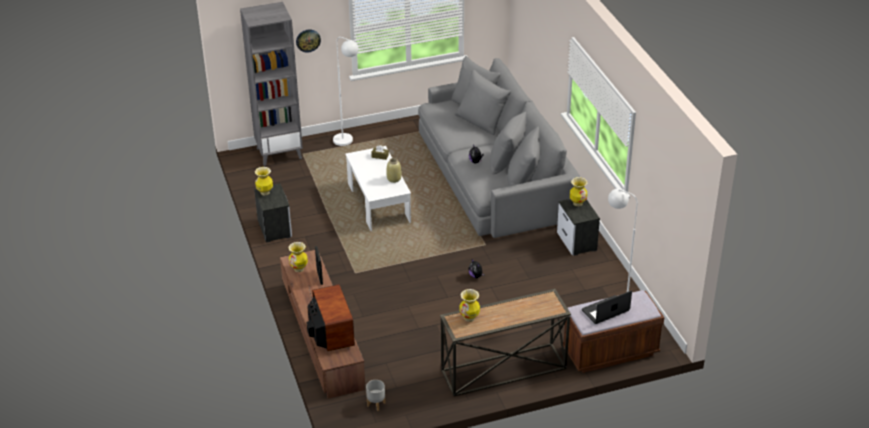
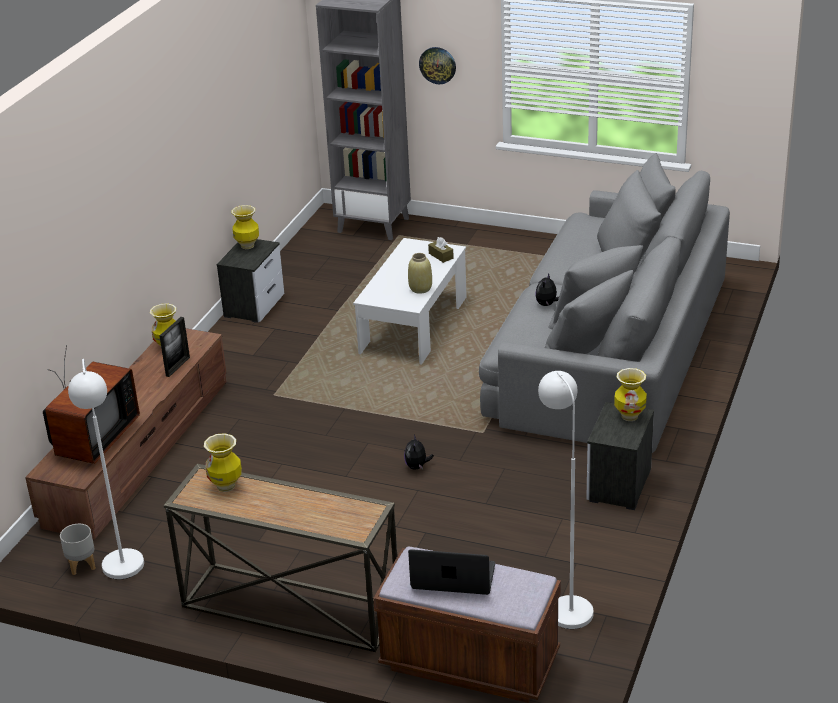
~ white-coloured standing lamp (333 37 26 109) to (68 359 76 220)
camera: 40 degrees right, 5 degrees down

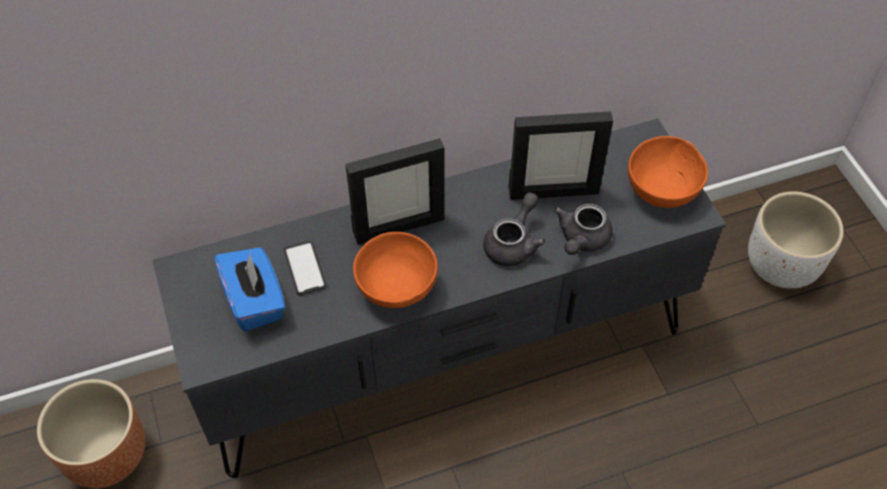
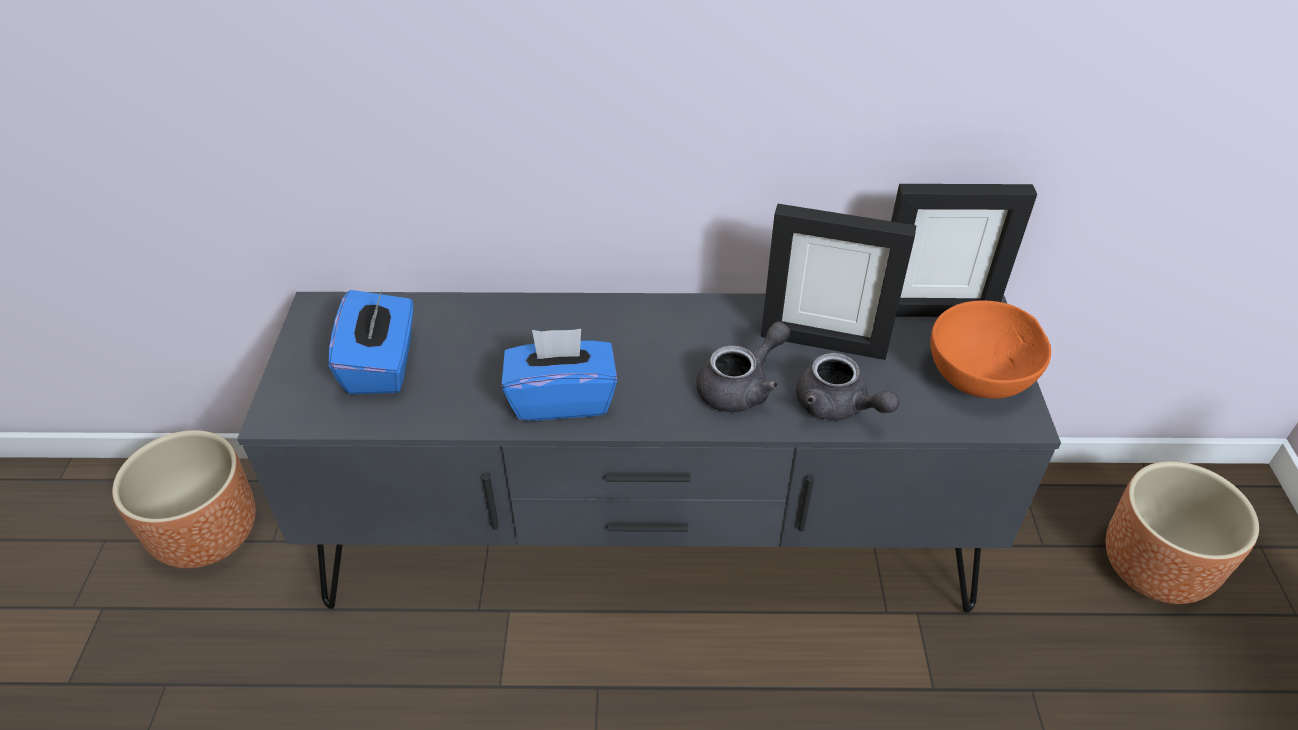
- handset (284 241 42 54)
~ standing frame (345 138 99 107) to (891 184 146 133)
~ orange-coloured serving bowl (353 232 85 76) to blue-coloured tissue box (502 329 116 92)
~ grey teapot (554 204 59 51) = (796 353 103 68) 90 degrees counterclockwise
~ white-coloured plant pot (748 191 96 98) to brown-coloured plant pot (1106 461 153 143)
camera: 20 degrees right, 10 degrees down

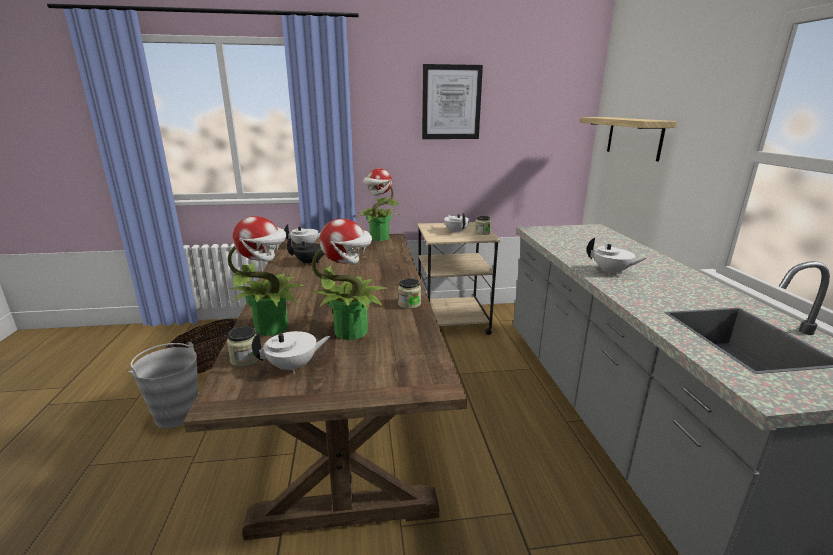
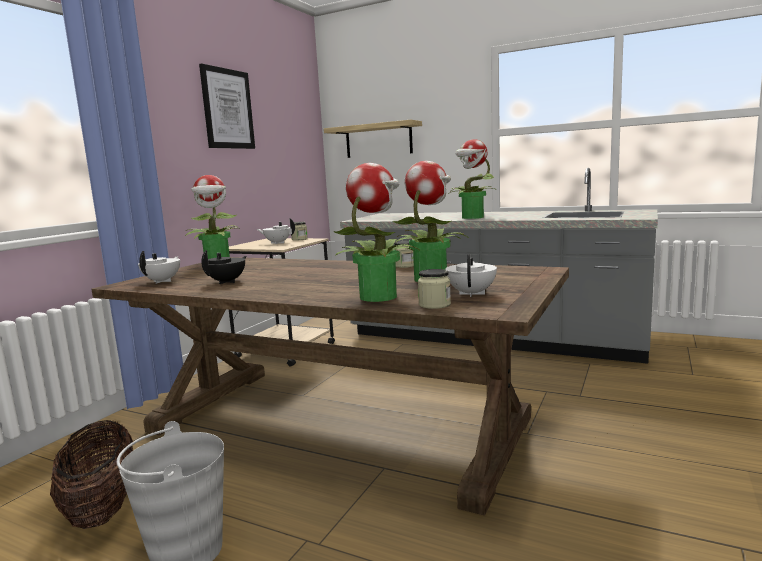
~ white-coloured teapot (587 238 60 37) to houseplant (448 139 47 80)
camera: 55 degrees left, 10 degrees down

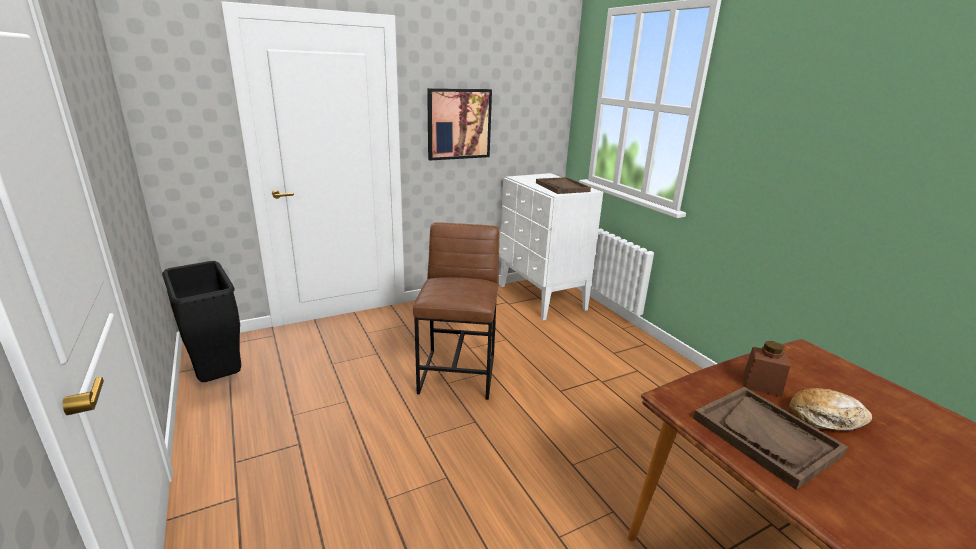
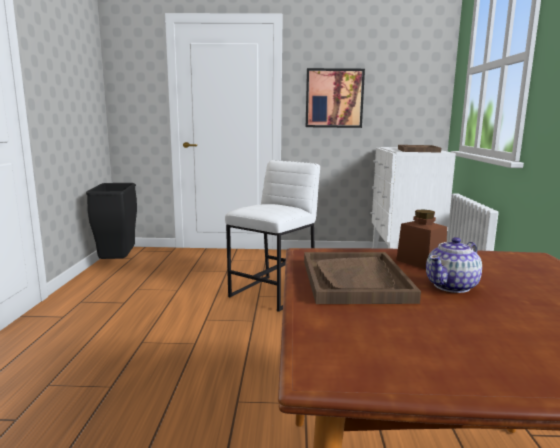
~ brown-coloured plain chair (413 222 87 178) to white-coloured plain chair (225 160 95 152)
~ bakery bread (789 388 83 43) to teapot (426 237 56 56)
camera: 30 degrees right, 10 degrees down

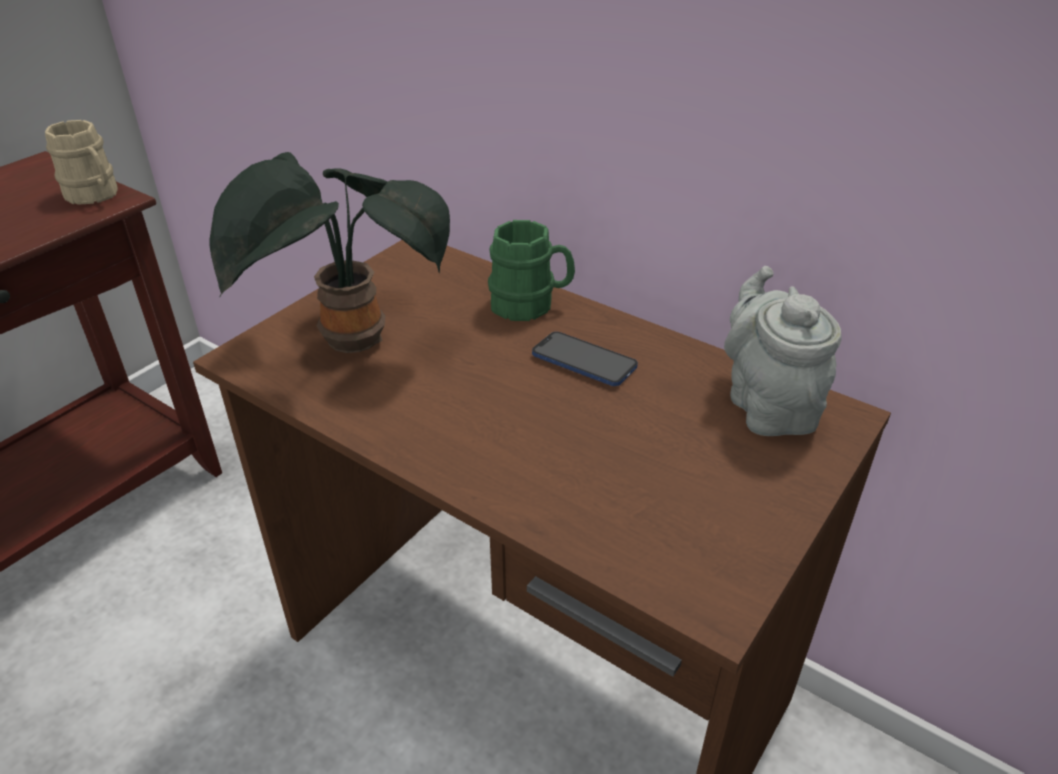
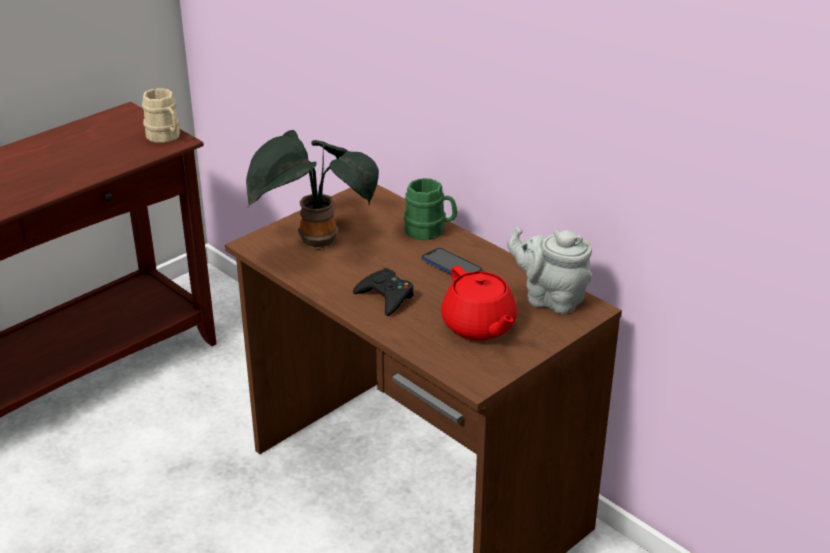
~ grey teapot (724 266 117 170) = (507 227 85 87) 60 degrees counterclockwise
+ blackish joypad (353 268 61 48)
+ red-coloured teapot (441 266 76 74)
camera: 10 degrees right, 5 degrees down

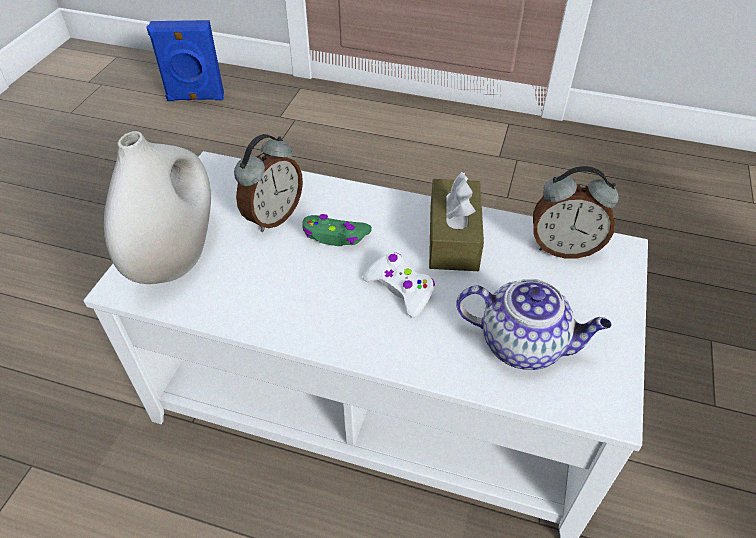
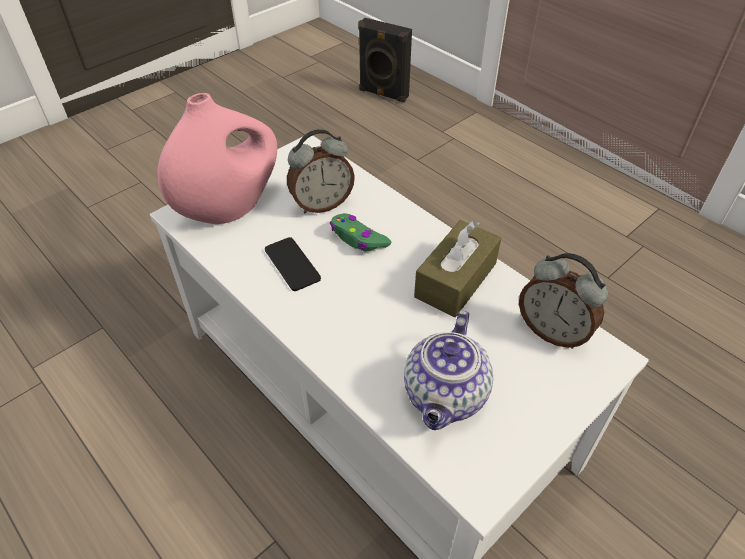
~ white-coloured vase (104 131 107 153) to pink vase (158 93 119 131)
~ blue-coloured loudspeaker (146 20 78 81) to blackish loudspeaker (358 18 54 84)
- white-coloured joypad (363 252 72 66)
~ teapot (456 279 155 91) = (404 310 89 120) 60 degrees clockwise
+ handset (265 237 56 54)
camera: 30 degrees right, 0 degrees up

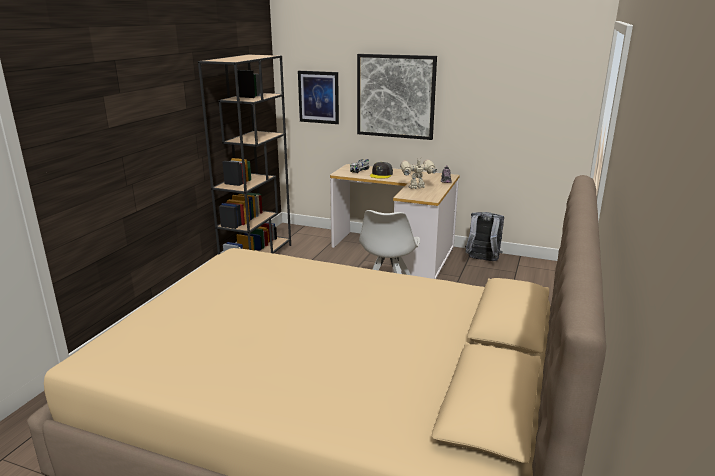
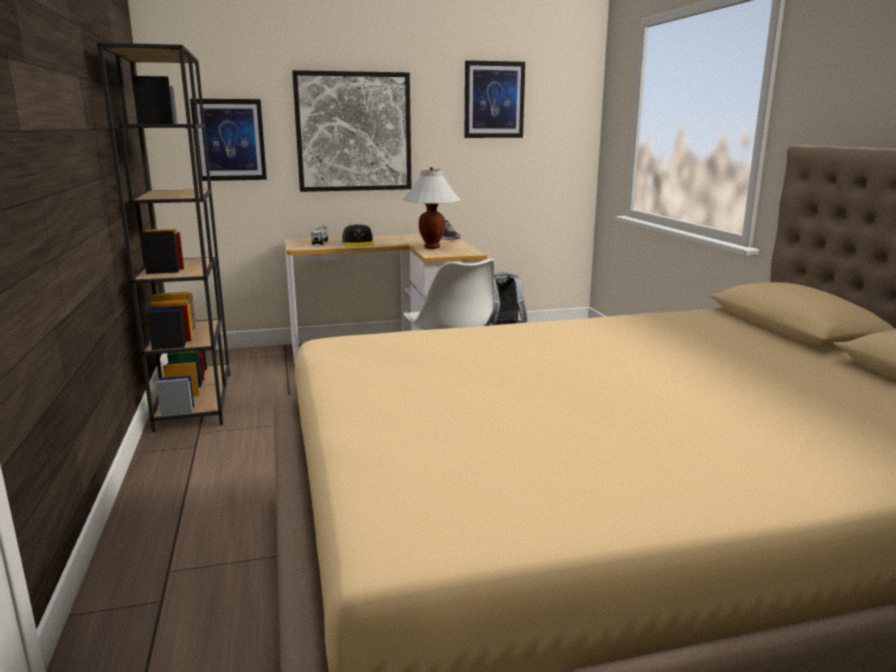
~ toy robot (400 159 37 30) to white-coloured tabletop lamp (403 167 58 82)
+ wall art (465 60 60 78)
camera: 35 degrees left, 5 degrees down

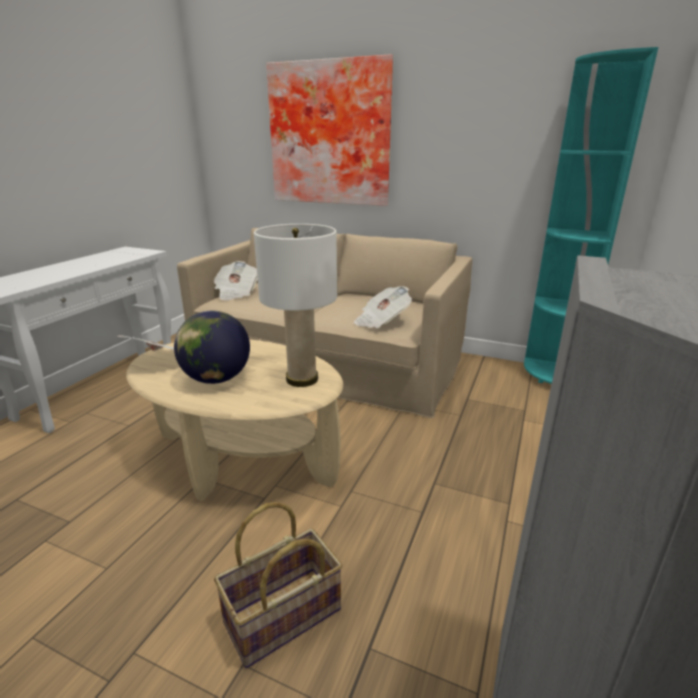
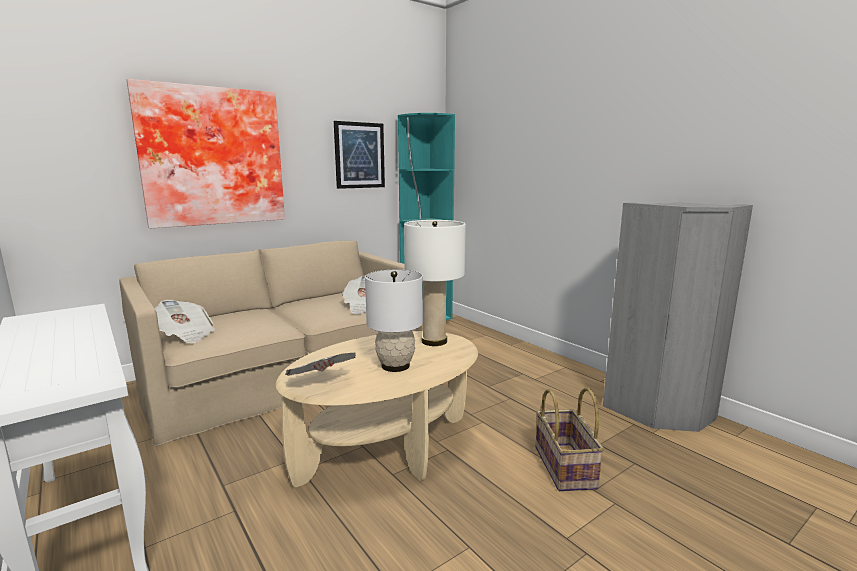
~ world globe (174 311 76 73) to white-coloured tabletop lamp (365 270 58 102)
+ wall art (334 121 51 68)
camera: 60 degrees left, 10 degrees down

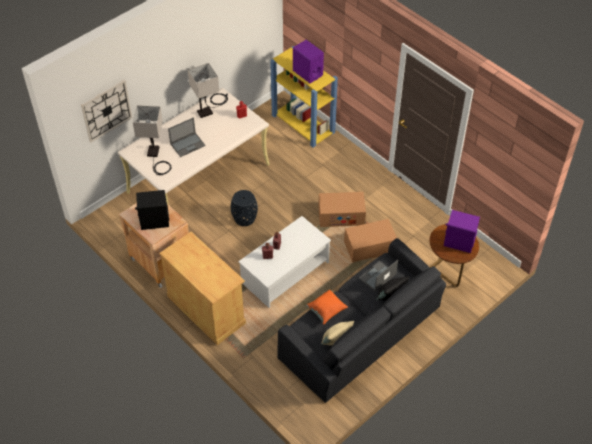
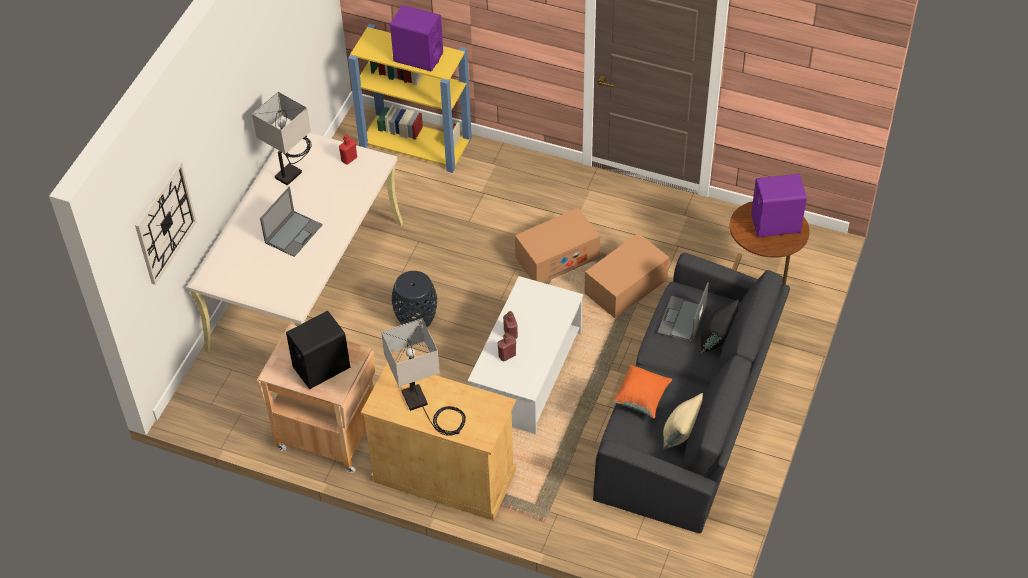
~ tabletop lamp (133 105 39 70) to (381 318 85 118)
camera: 25 degrees left, 0 degrees up

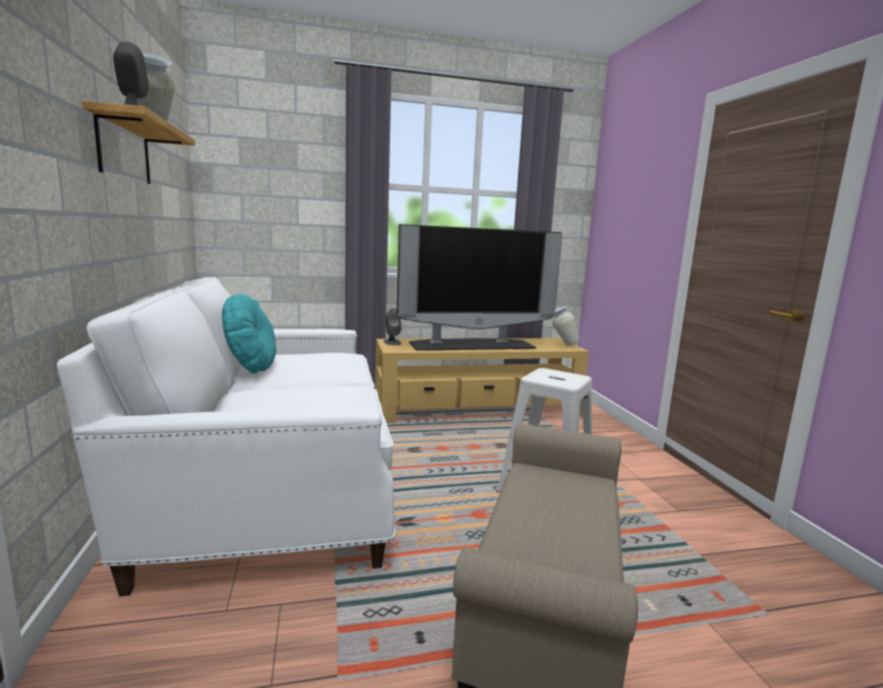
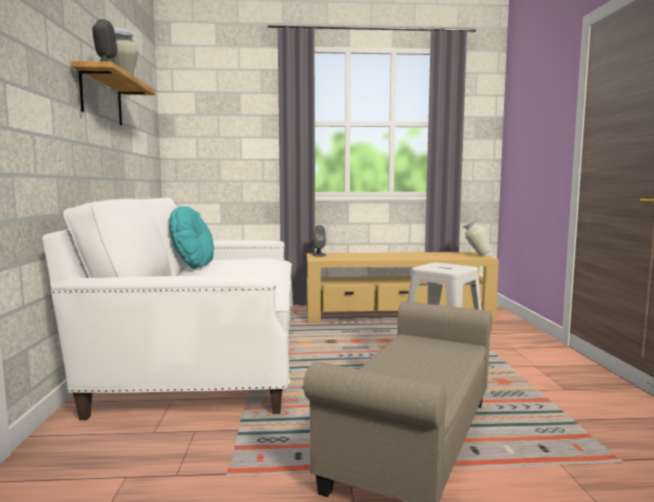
- TV (397 224 166 127)
camera: 10 degrees right, 5 degrees down

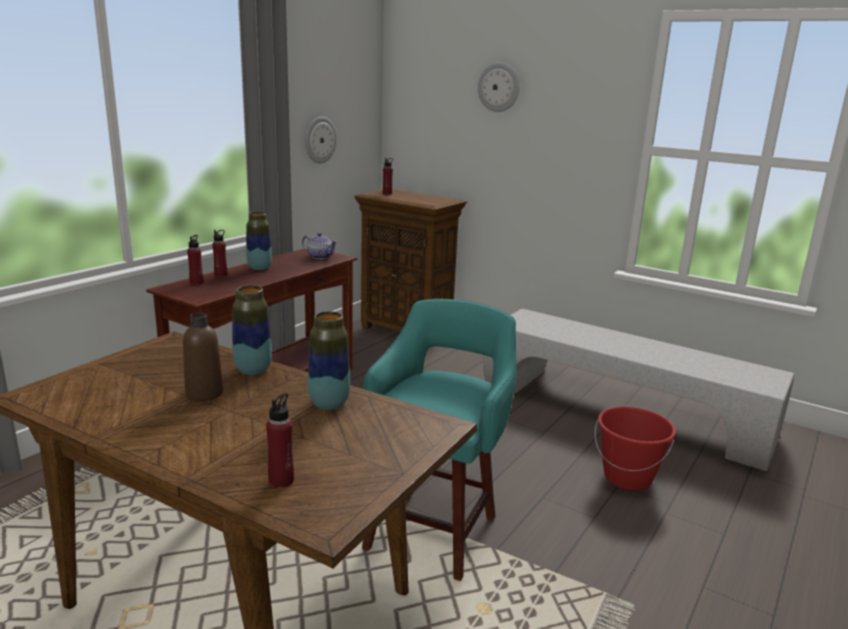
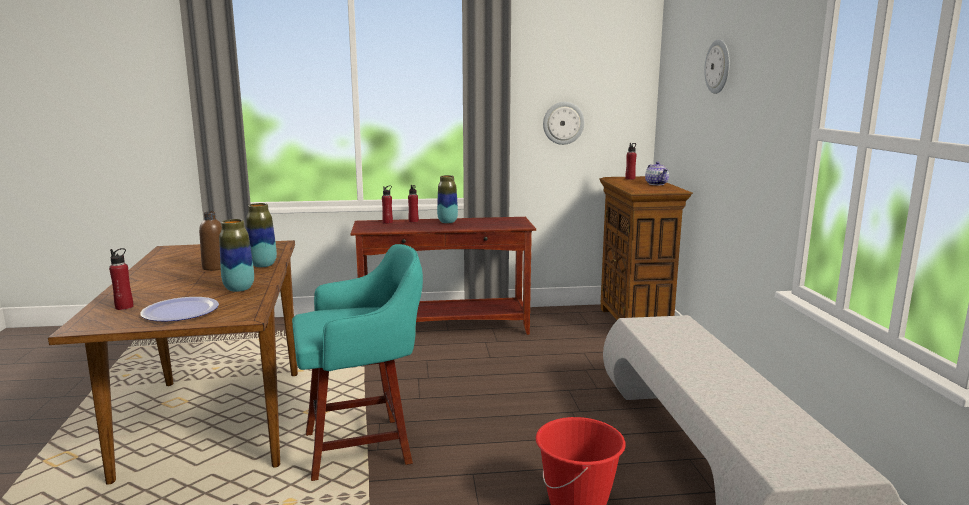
~ teapot (302 233 36 26) to (645 162 24 23)
+ flat dish (140 297 79 24)
camera: 50 degrees right, 5 degrees down

